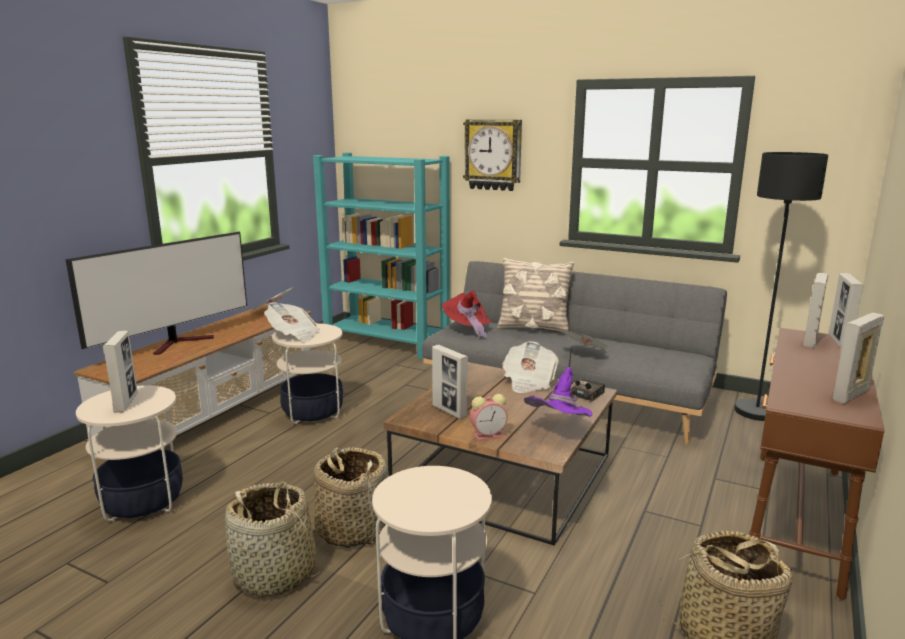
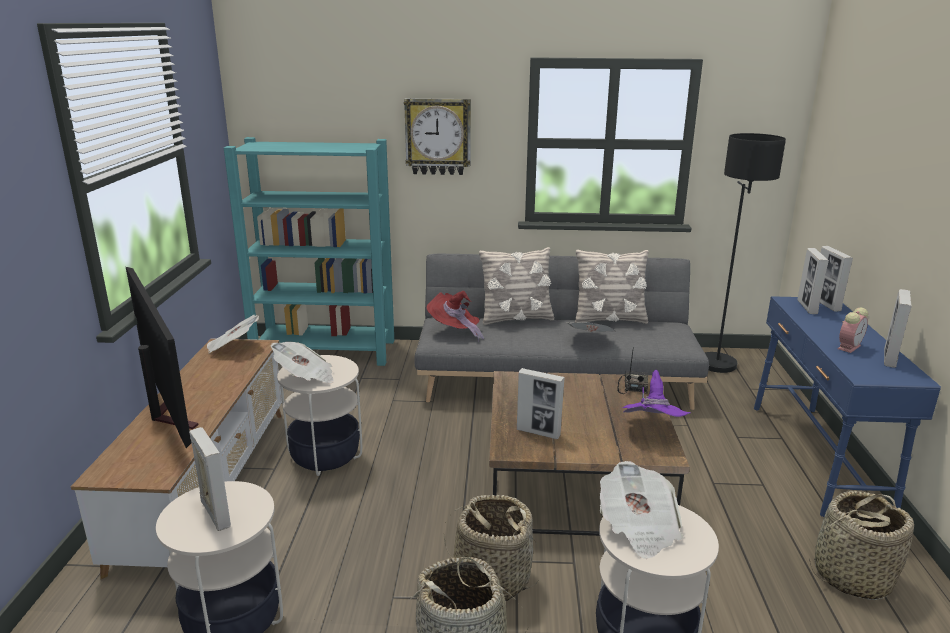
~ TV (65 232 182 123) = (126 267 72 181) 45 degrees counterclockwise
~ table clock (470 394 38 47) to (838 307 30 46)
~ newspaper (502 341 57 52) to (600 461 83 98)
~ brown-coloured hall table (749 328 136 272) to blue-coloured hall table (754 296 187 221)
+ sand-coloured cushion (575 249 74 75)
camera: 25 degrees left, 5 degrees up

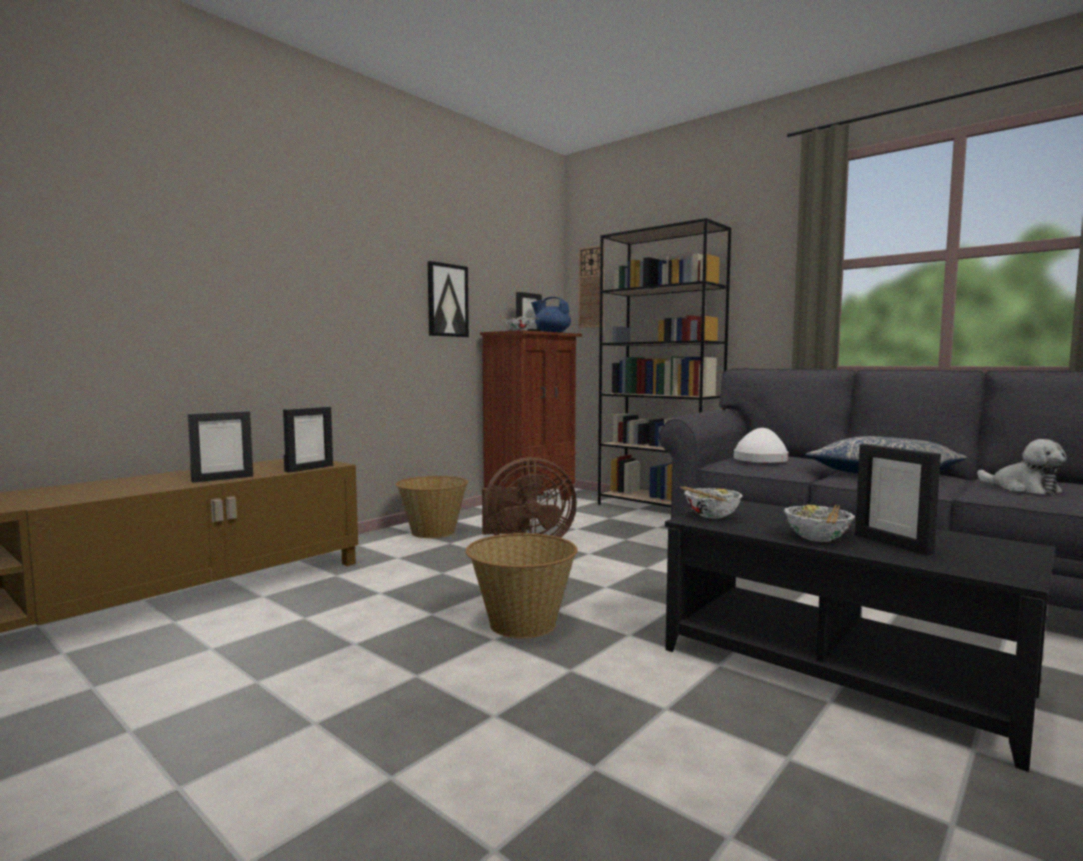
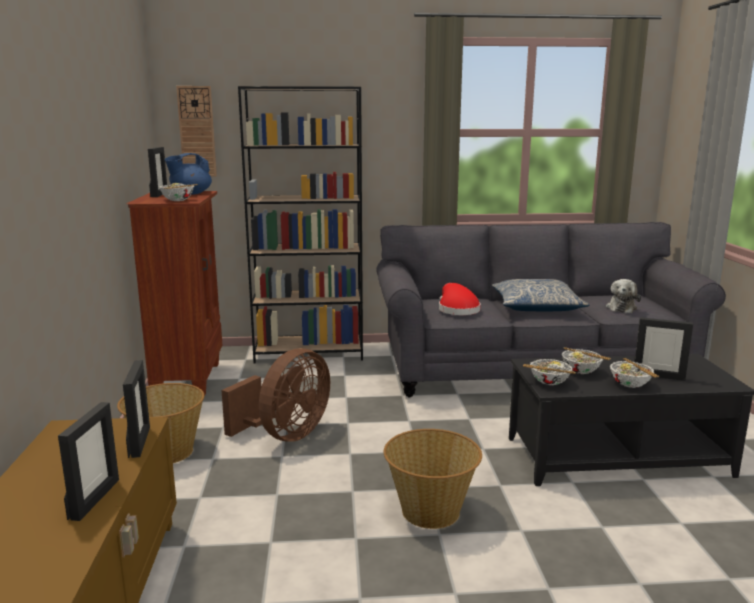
- wall art (428 261 41 76)
~ white-coloured clothing hat (734 428 54 35) to red-coloured clothing hat (439 283 42 32)
~ soft toy (977 439 90 55) = (606 279 35 34) 90 degrees clockwise
+ serving bowl (561 347 50 27)
camera: 45 degrees left, 10 degrees up

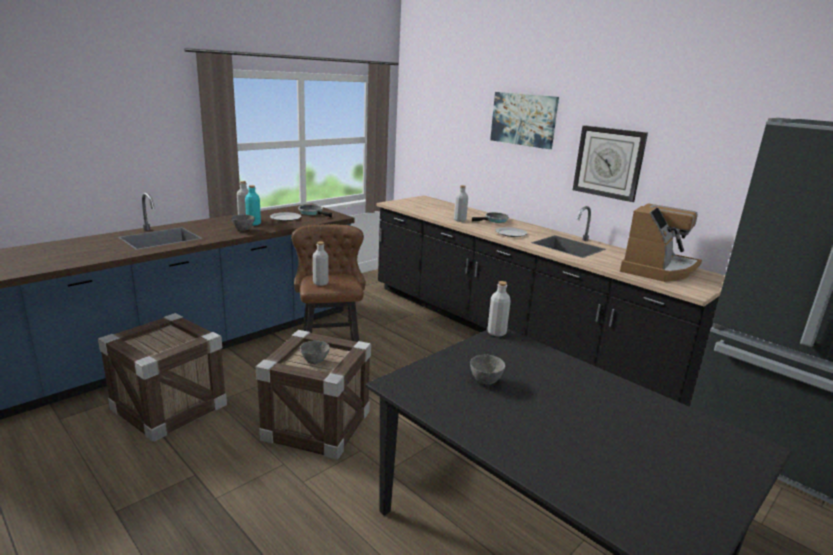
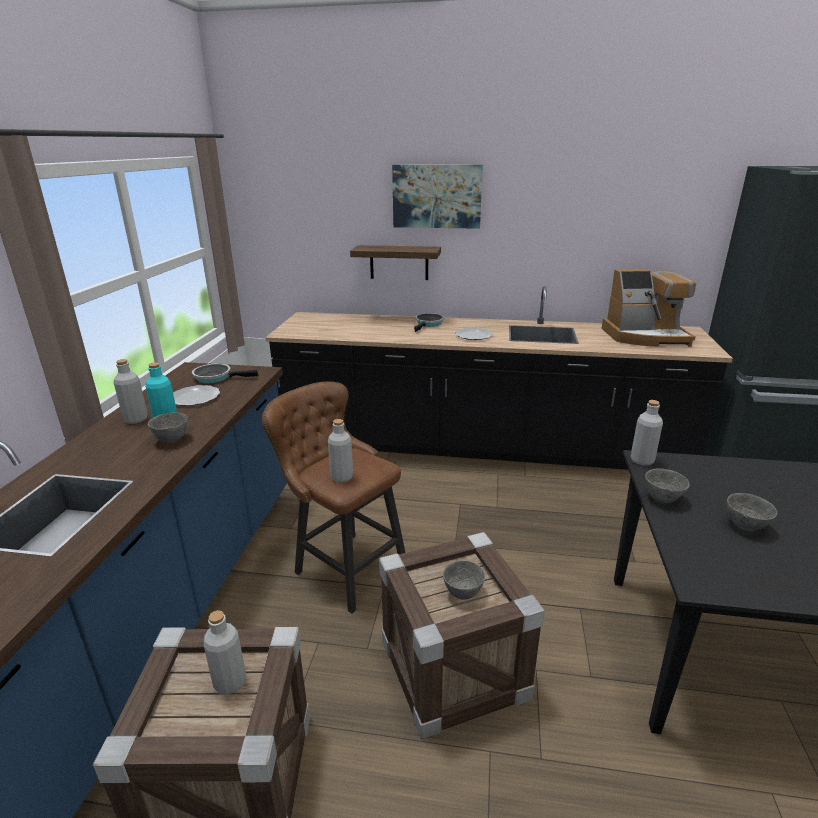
~ grey beverage bottle (454 185 14 37) to (204 610 42 85)
- wall clock (573 125 75 77)
~ coffee brewer (620 204 82 78) = (602 269 94 78) 90 degrees clockwise
+ shelf (350 245 91 35)
+ grey serving bowl (645 468 45 35)
camera: 35 degrees left, 5 degrees up

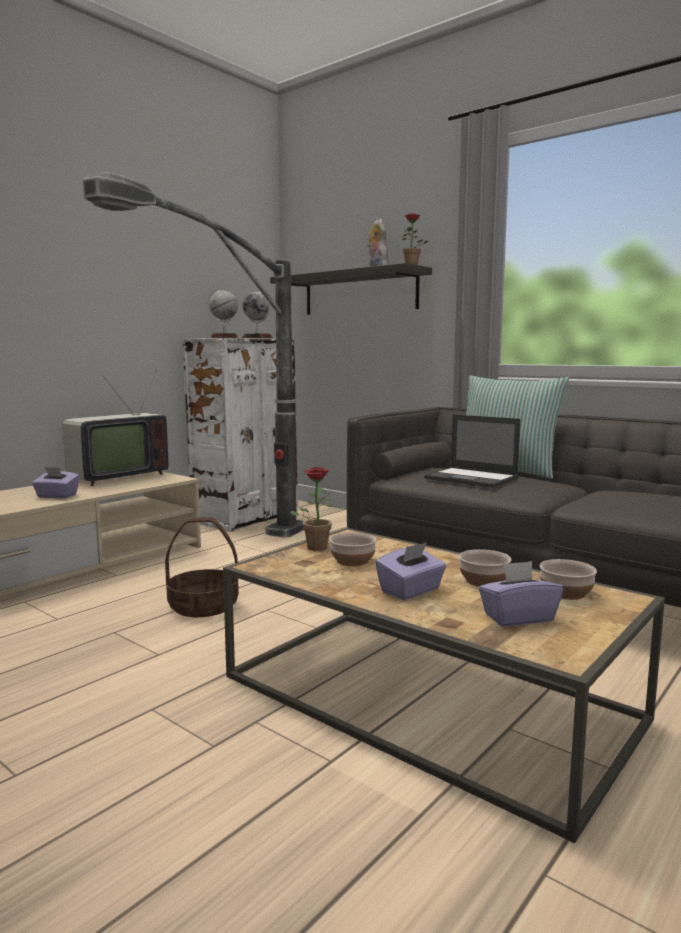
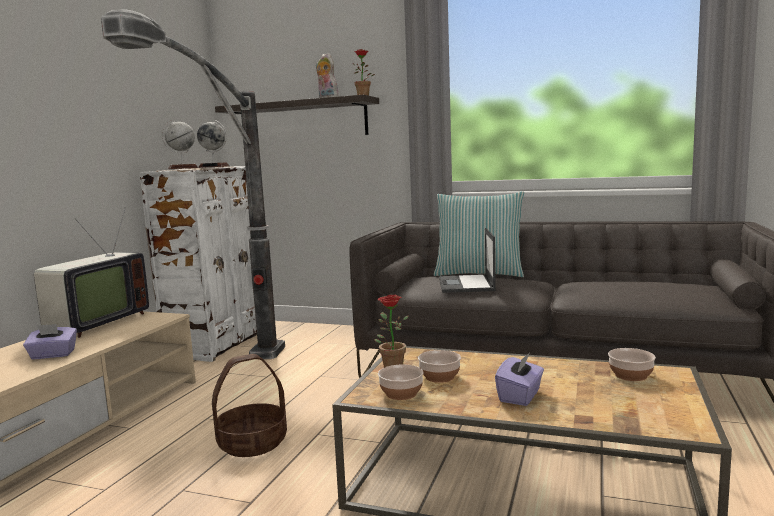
~ laptop (424 415 96 73) = (439 228 57 65) 75 degrees clockwise
~ serving bowl (459 549 53 38) to (378 364 46 36)
- purplish tissue box (478 561 86 66)
camera: 20 degrees left, 0 degrees up

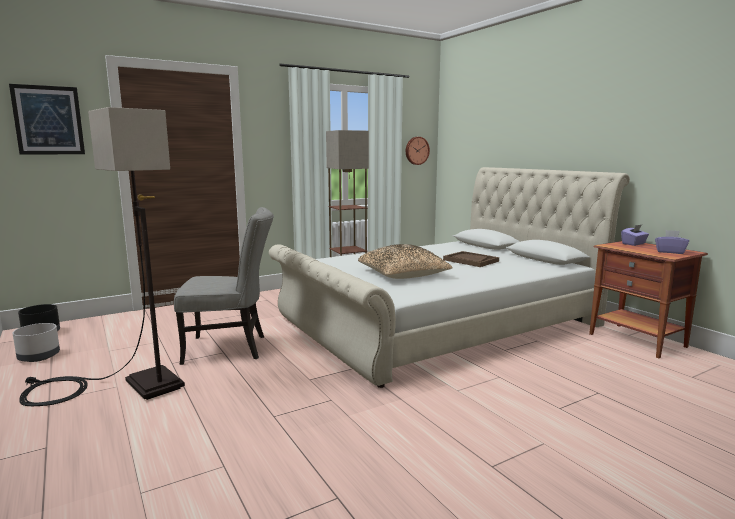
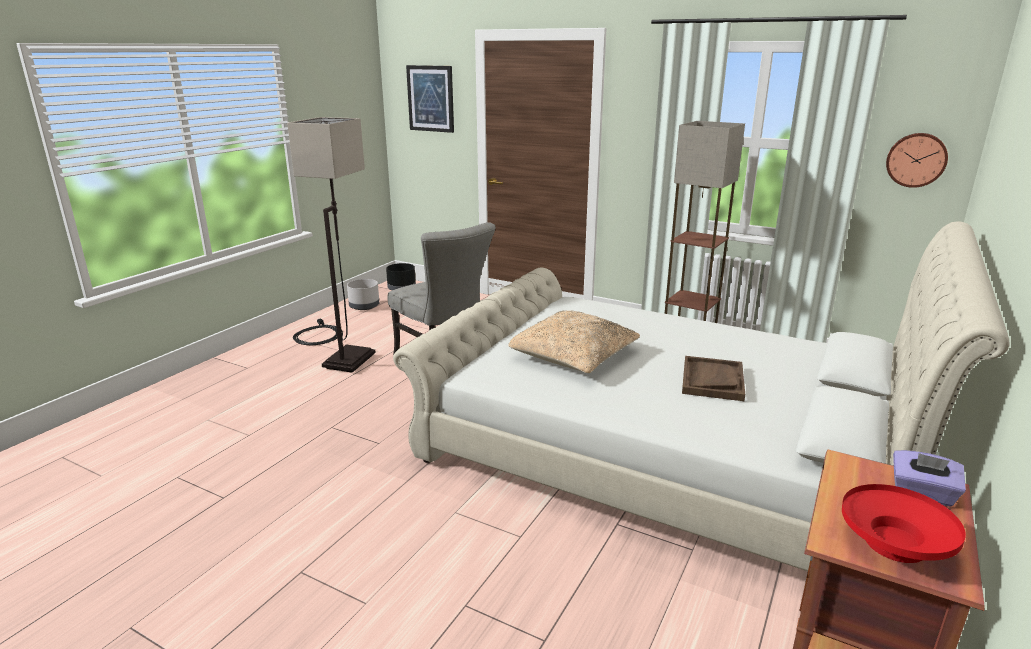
~ purplish tissue box (655 230 34 24) to red-coloured serving bowl (842 484 124 79)
camera: 60 degrees right, 10 degrees up

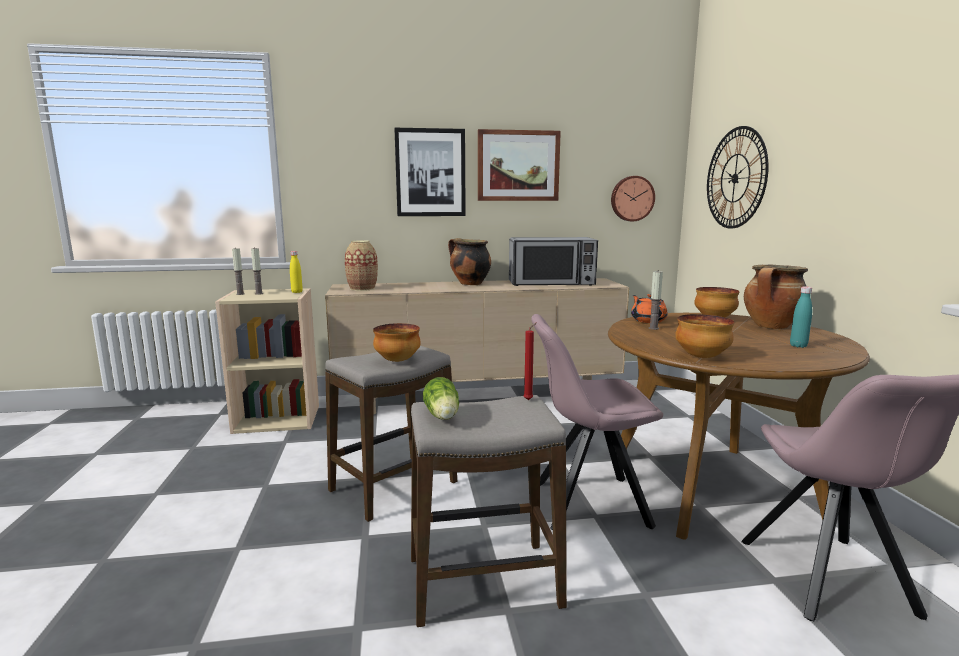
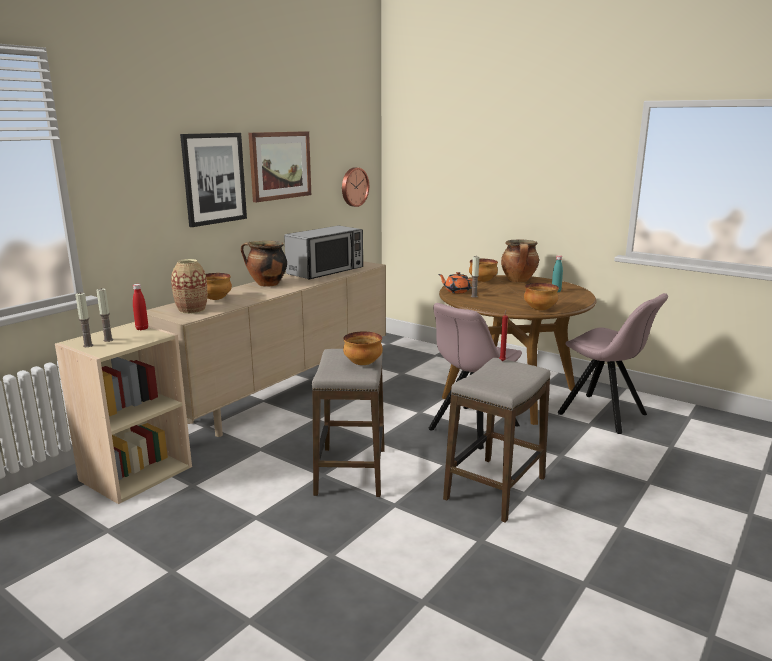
~ yellow-coloured beverage bottle (290 251 13 42) to red-coloured beverage bottle (133 284 15 46)
- lettuce head (423 377 36 43)
- wall clock (707 126 62 102)
+ serving bowl (205 273 27 27)
camera: 45 degrees left, 5 degrees up

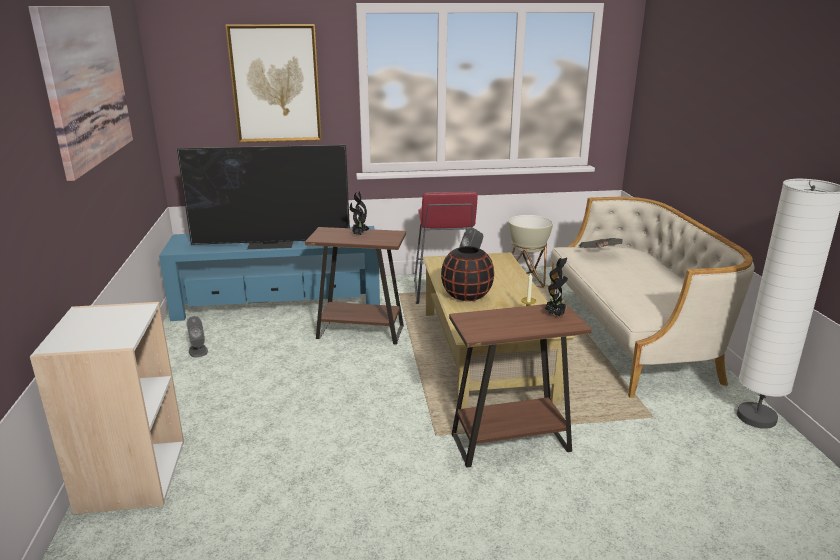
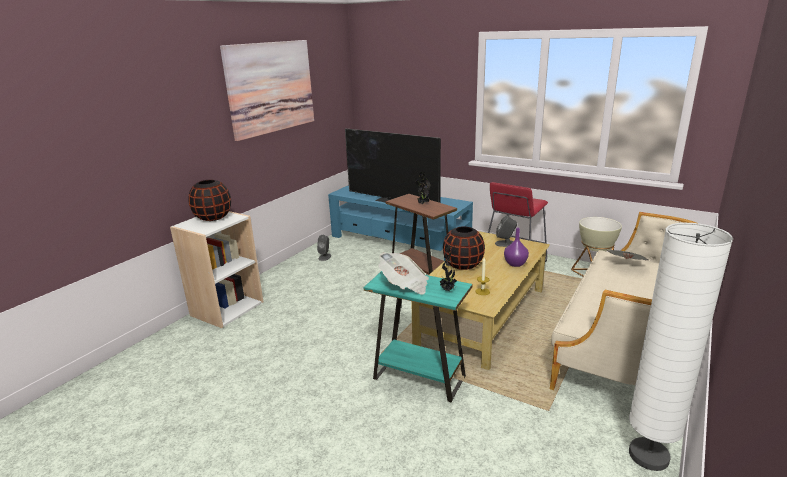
- wall art (225 24 97 119)
~ brown-coloured accent table (449 302 143 166) to blue-green accent table (364 271 108 132)
+ blackish vase (188 180 43 41)
+ newspaper (378 253 51 42)
+ purplish vase (504 228 25 39)
camera: 40 degrees right, 0 degrees up

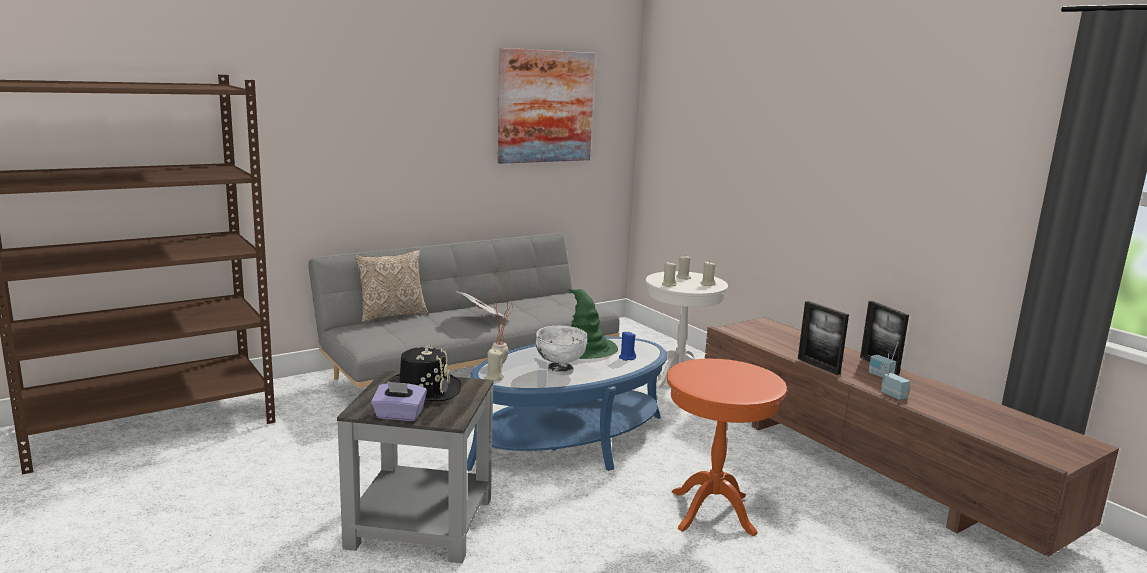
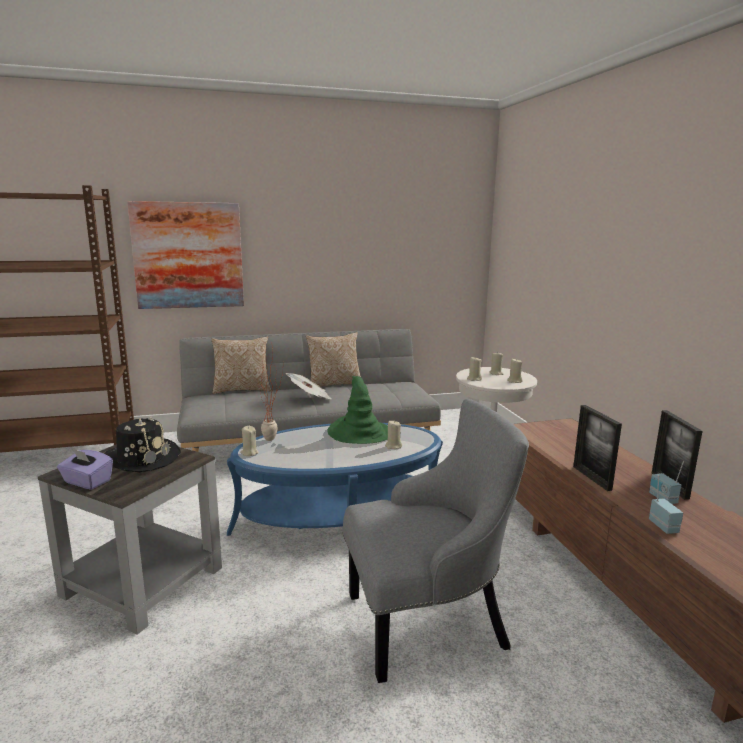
~ wall art (498 48 97 116) to (127 201 117 108)
- white-coloured serving bowl (536 326 51 50)
~ blue-coloured candle (619 332 17 29) to sand-coloured candle (385 420 17 29)
~ orange-coloured accent table (667 359 120 177) to grey armchair (343 399 186 284)
+ cushion (306 332 55 55)
camera: 20 degrees right, 0 degrees up

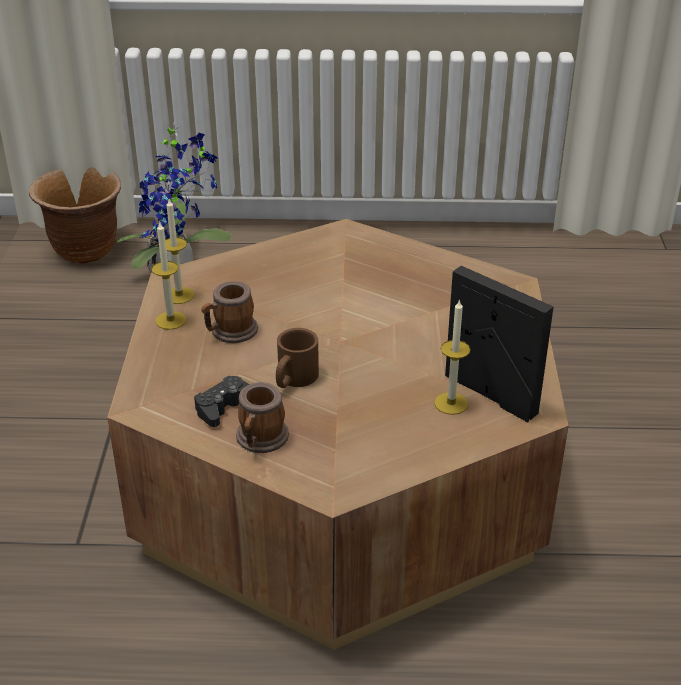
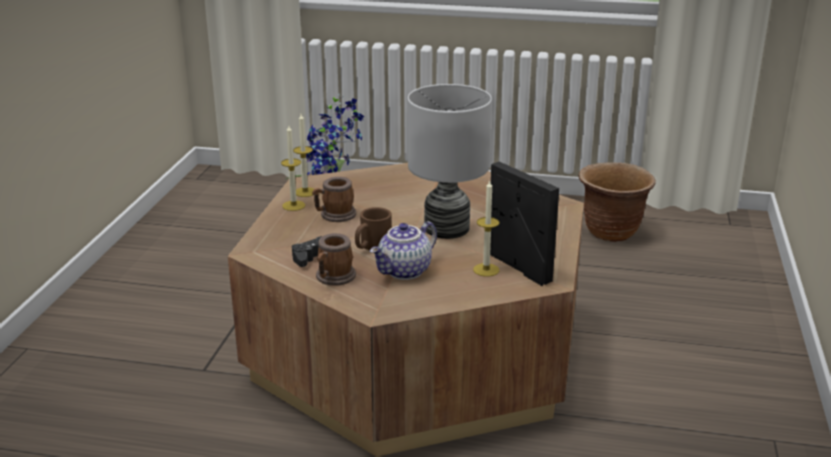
~ brown-coloured plant pot (29 167 92 97) to (578 162 78 80)
+ teapot (370 221 67 59)
+ grey tabletop lamp (408 84 84 155)
camera: 10 degrees right, 10 degrees down

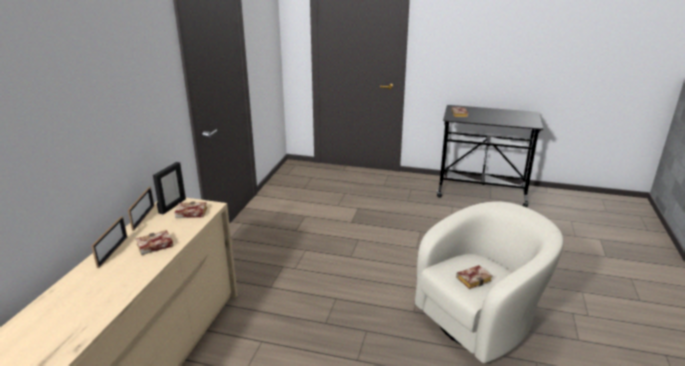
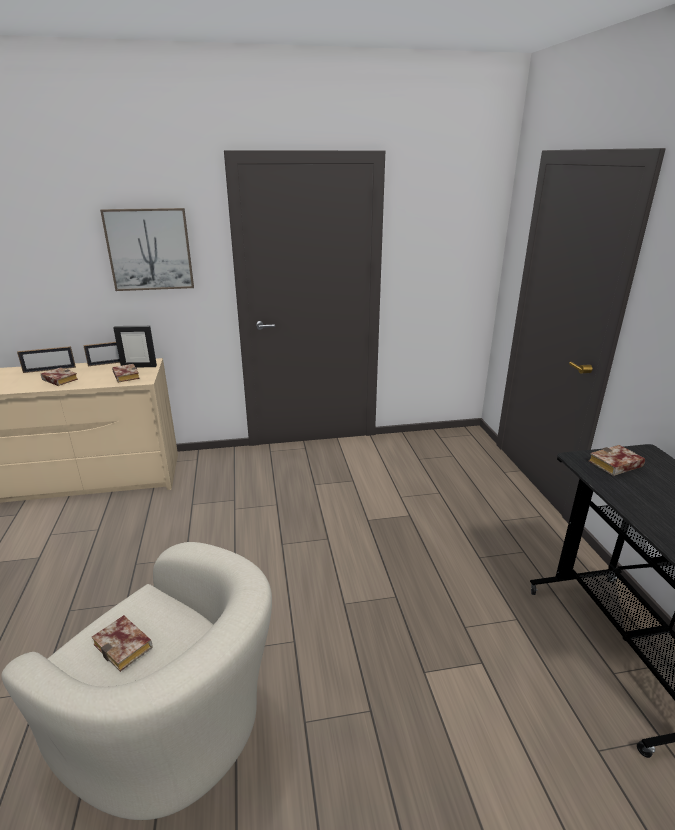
+ wall art (100 208 94 83)
camera: 65 degrees right, 0 degrees up

